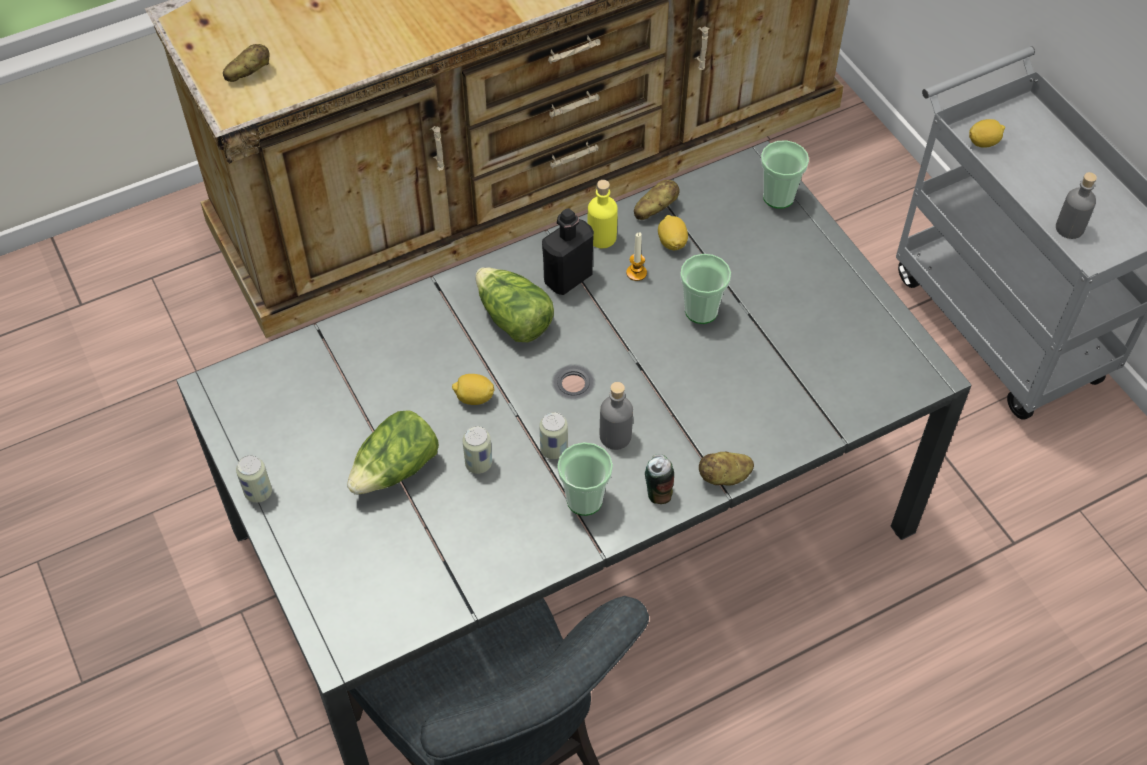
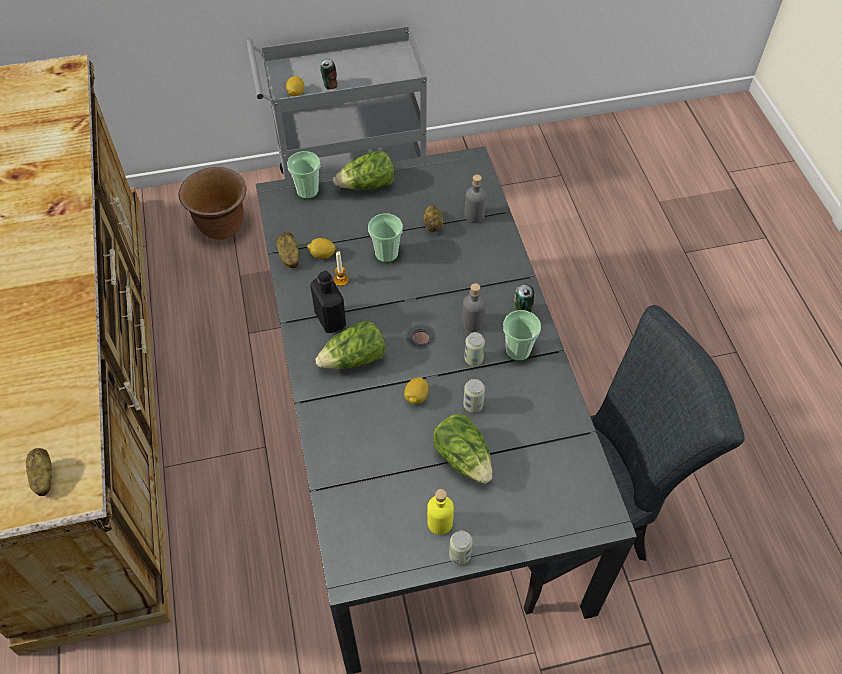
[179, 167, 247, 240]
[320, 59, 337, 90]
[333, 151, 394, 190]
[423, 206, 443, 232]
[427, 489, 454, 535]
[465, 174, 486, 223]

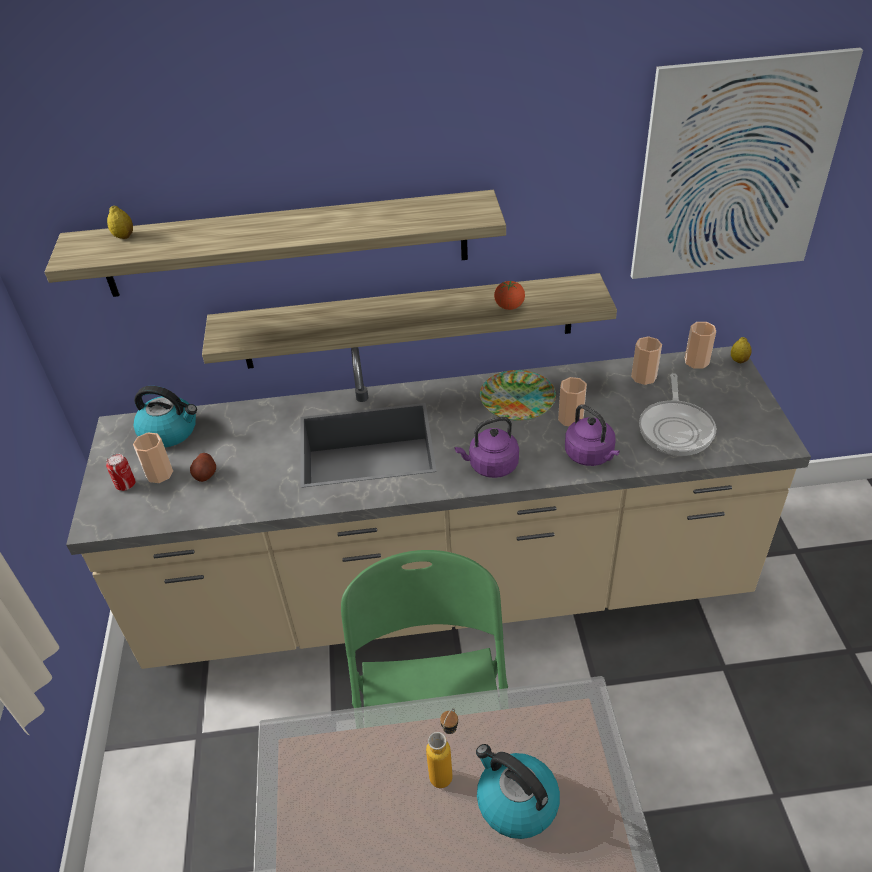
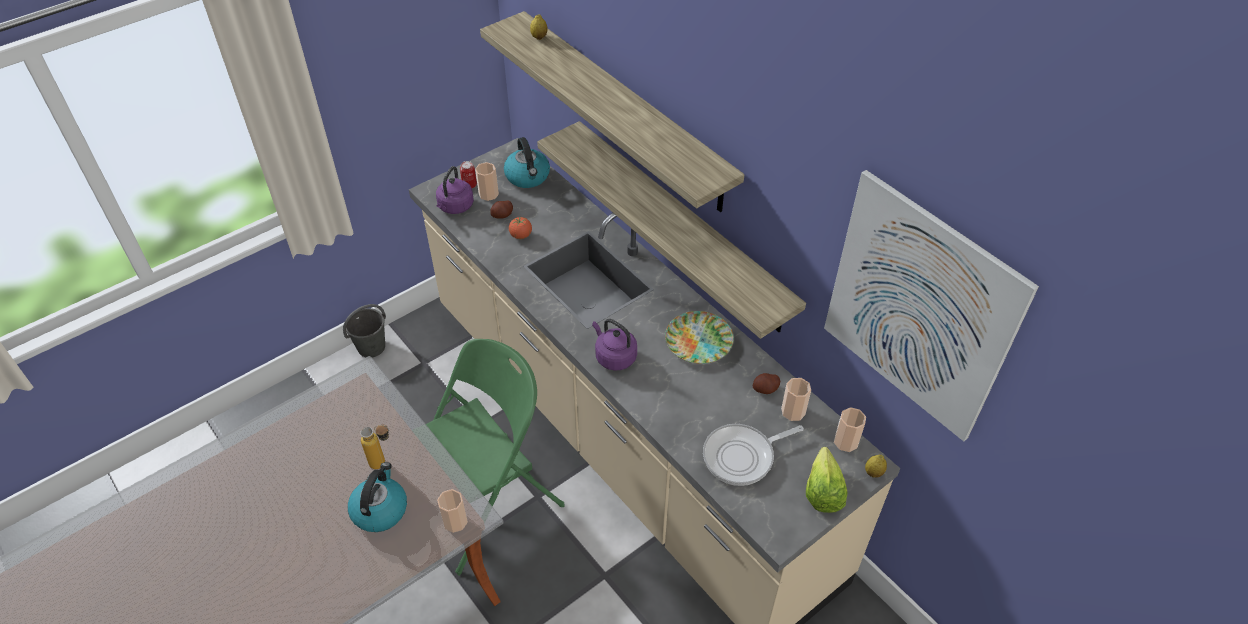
[343, 304, 386, 357]
[436, 166, 474, 214]
[437, 489, 468, 533]
[509, 217, 532, 239]
[753, 373, 780, 394]
[806, 447, 847, 513]

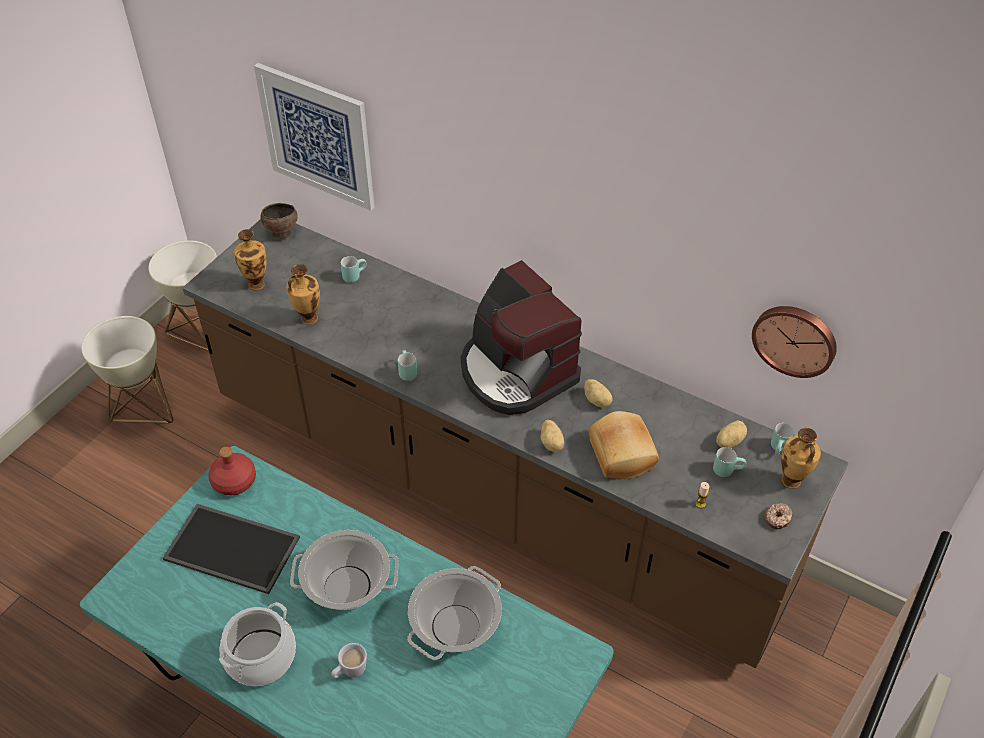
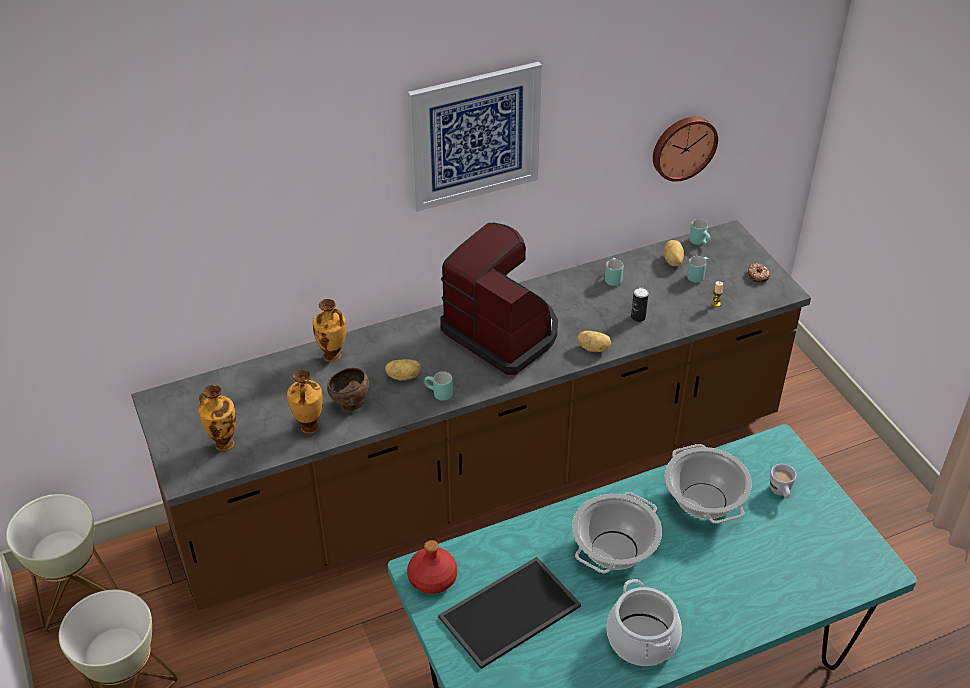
[313, 299, 346, 362]
[327, 368, 369, 411]
[385, 359, 420, 380]
[408, 62, 542, 212]
[440, 223, 558, 375]
[605, 258, 623, 286]
[631, 287, 649, 322]
[770, 464, 797, 499]

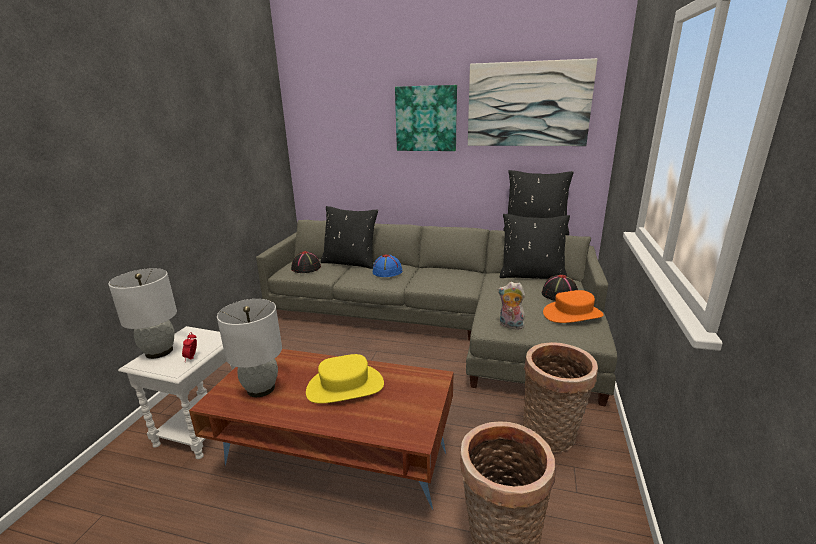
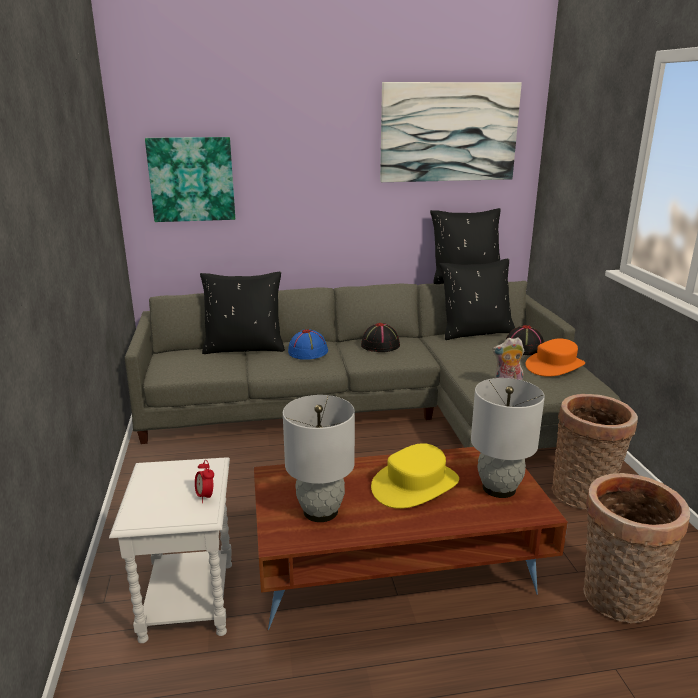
[145, 137, 235, 222]
[361, 323, 400, 352]
[471, 378, 545, 498]

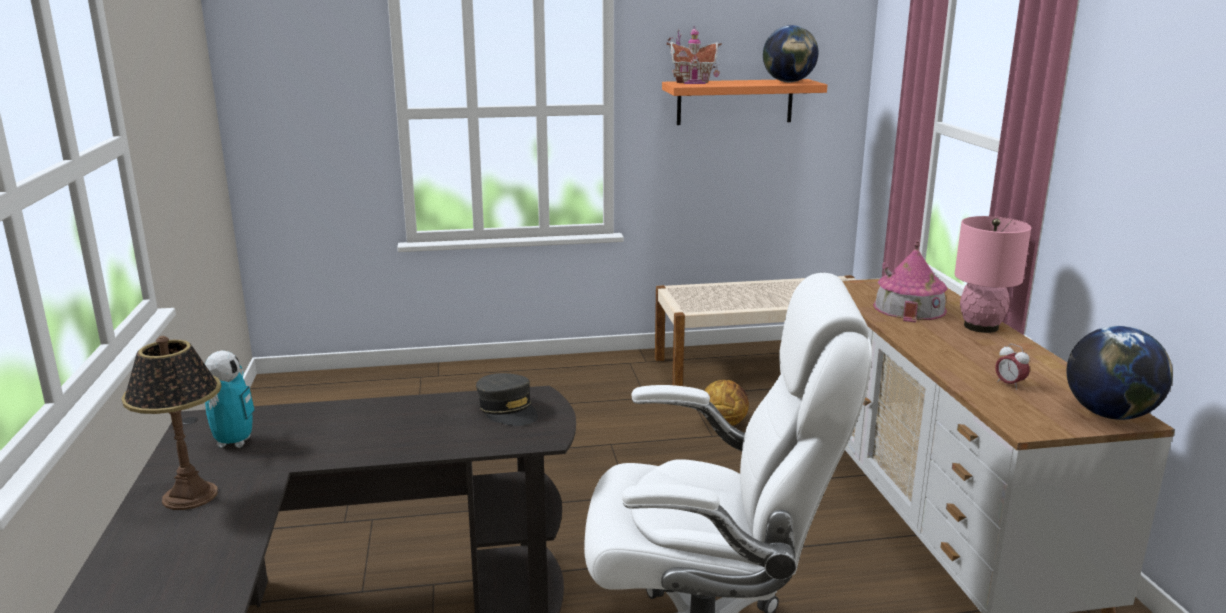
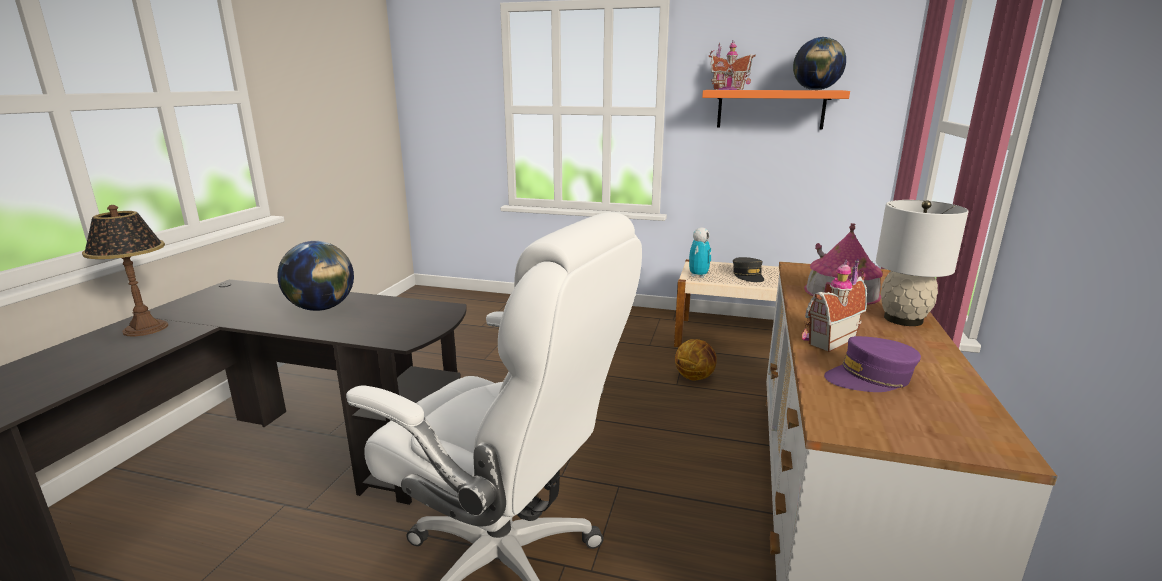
[277, 241, 354, 311]
[689, 227, 711, 278]
[733, 257, 764, 282]
[802, 259, 867, 352]
[824, 336, 921, 392]
[876, 200, 969, 326]

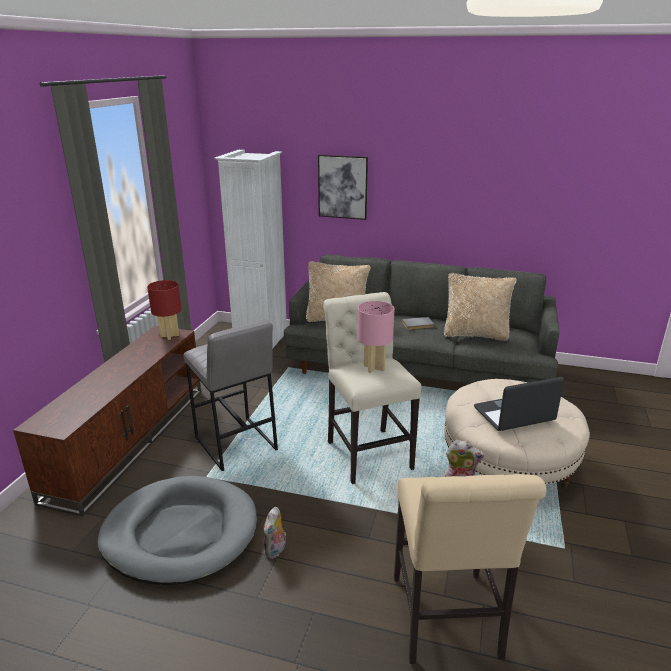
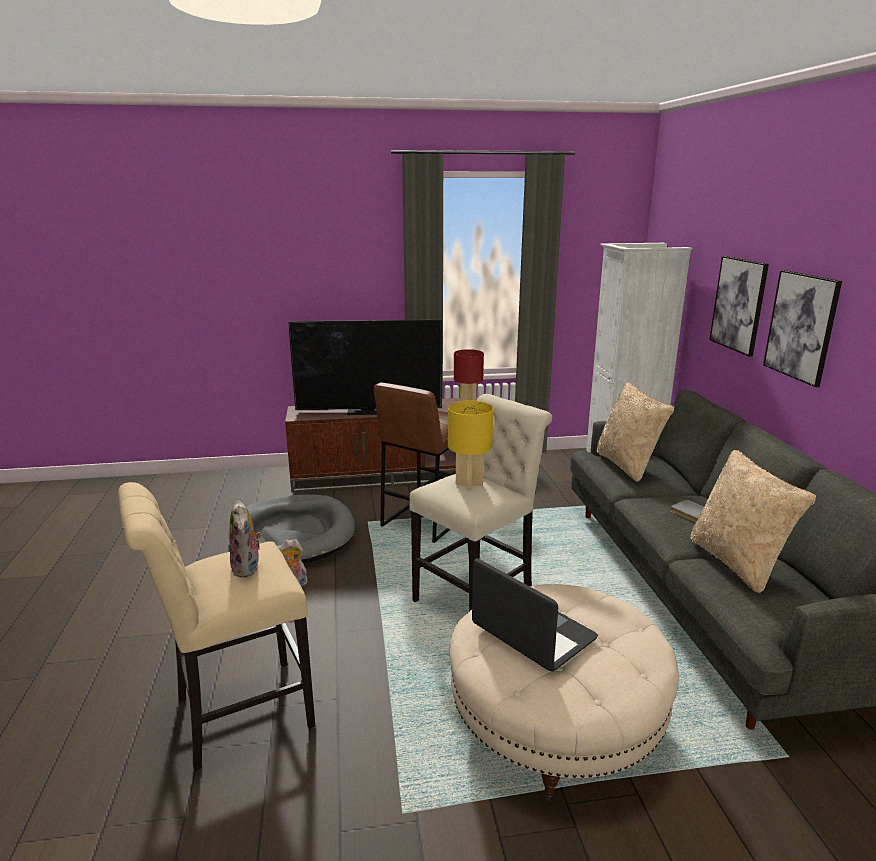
[288, 320, 442, 415]
[374, 383, 454, 543]
[448, 401, 494, 491]
[763, 270, 842, 387]

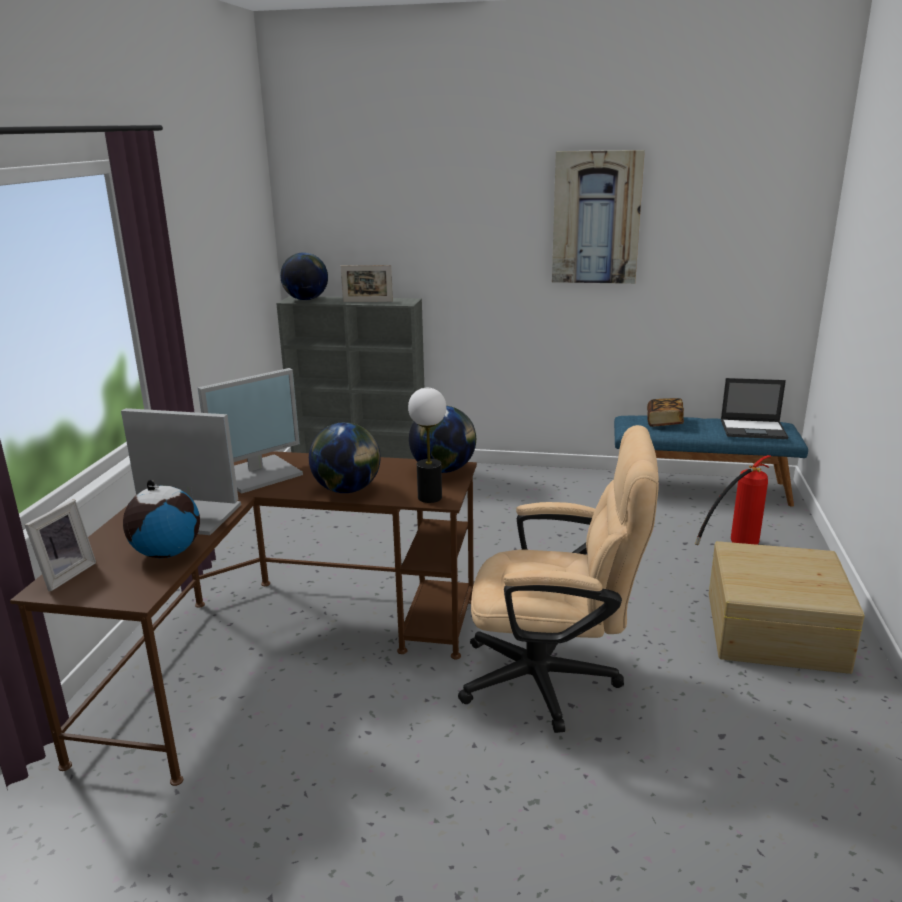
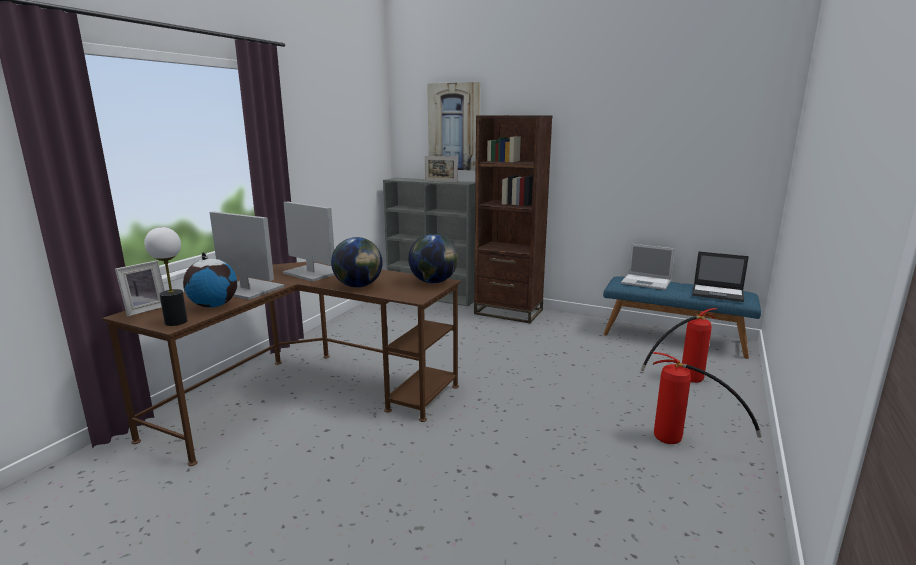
[144, 227, 187, 326]
[283, 202, 335, 282]
[427, 82, 480, 171]
[474, 115, 552, 323]
[621, 244, 675, 290]
[653, 352, 762, 444]
[280, 252, 328, 300] (first image)
[458, 425, 659, 733] (first image)

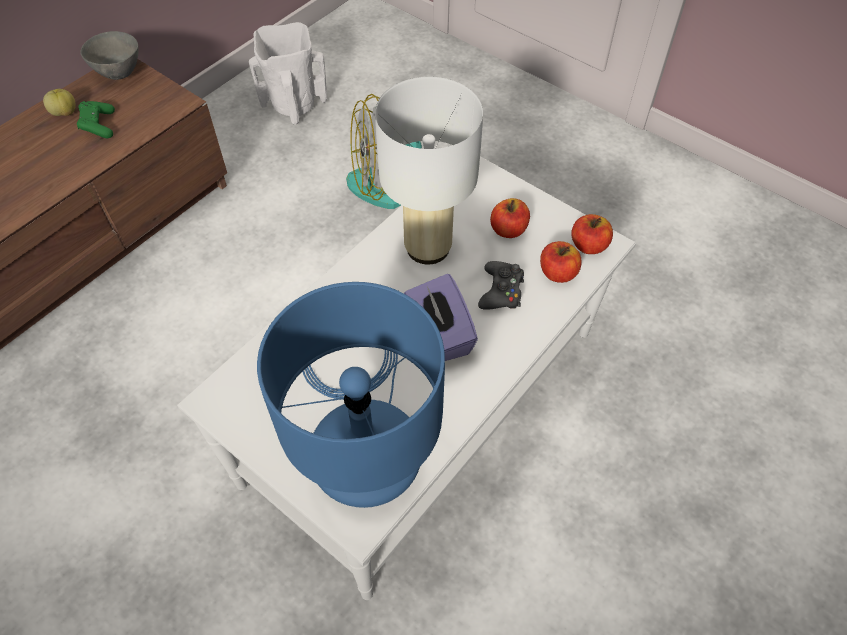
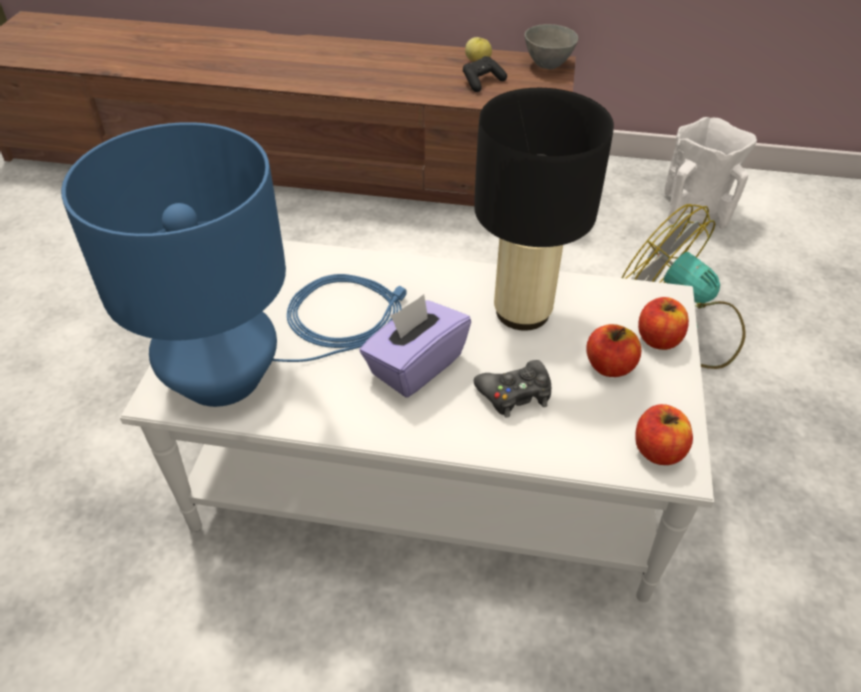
[463, 56, 507, 92]
[474, 88, 614, 331]
[638, 297, 689, 350]

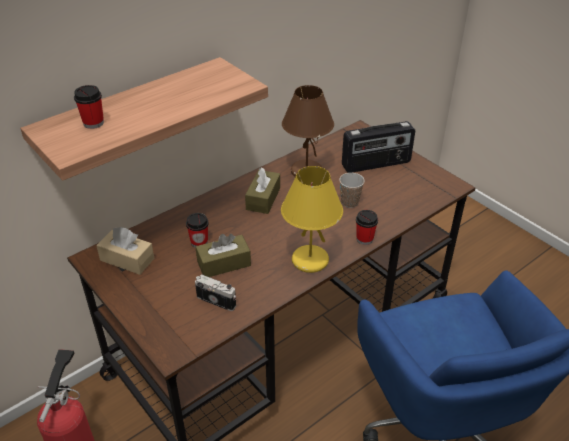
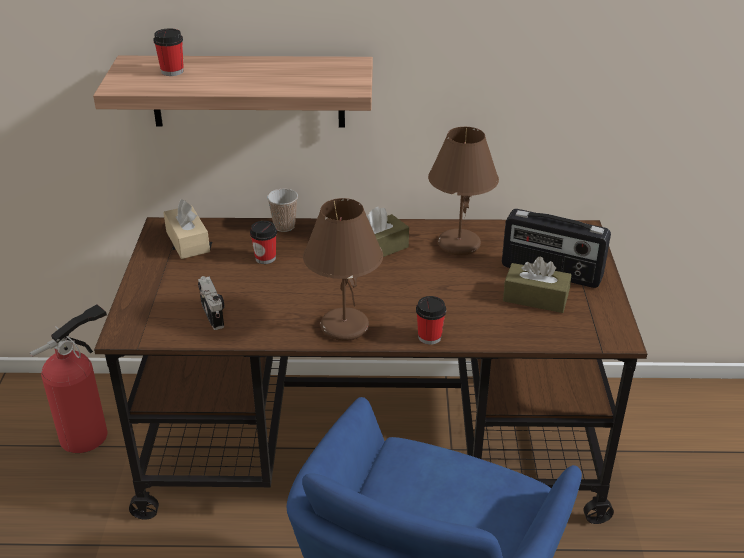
[267, 189, 298, 232]
[303, 198, 383, 341]
[503, 257, 571, 313]

